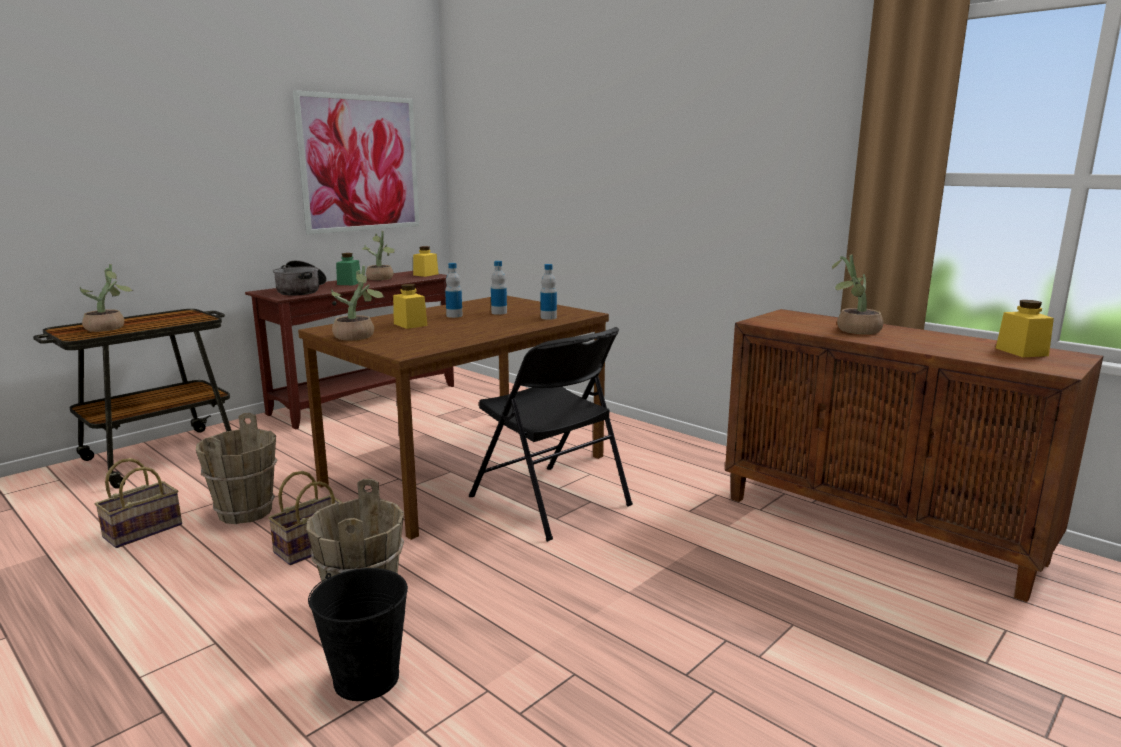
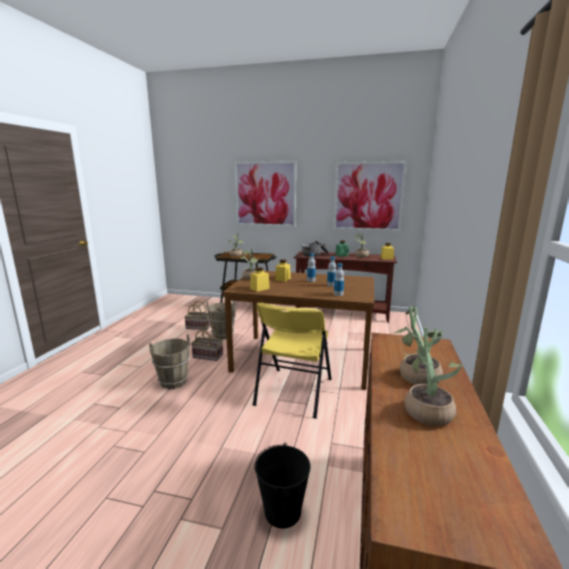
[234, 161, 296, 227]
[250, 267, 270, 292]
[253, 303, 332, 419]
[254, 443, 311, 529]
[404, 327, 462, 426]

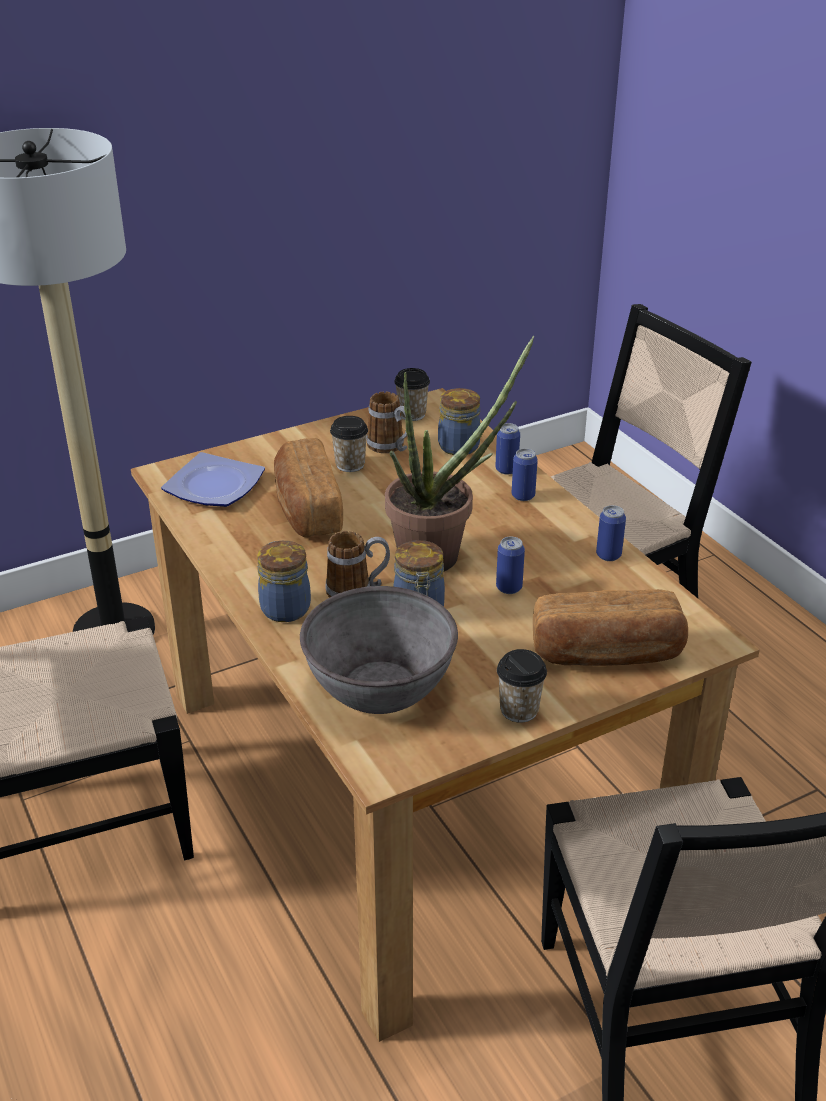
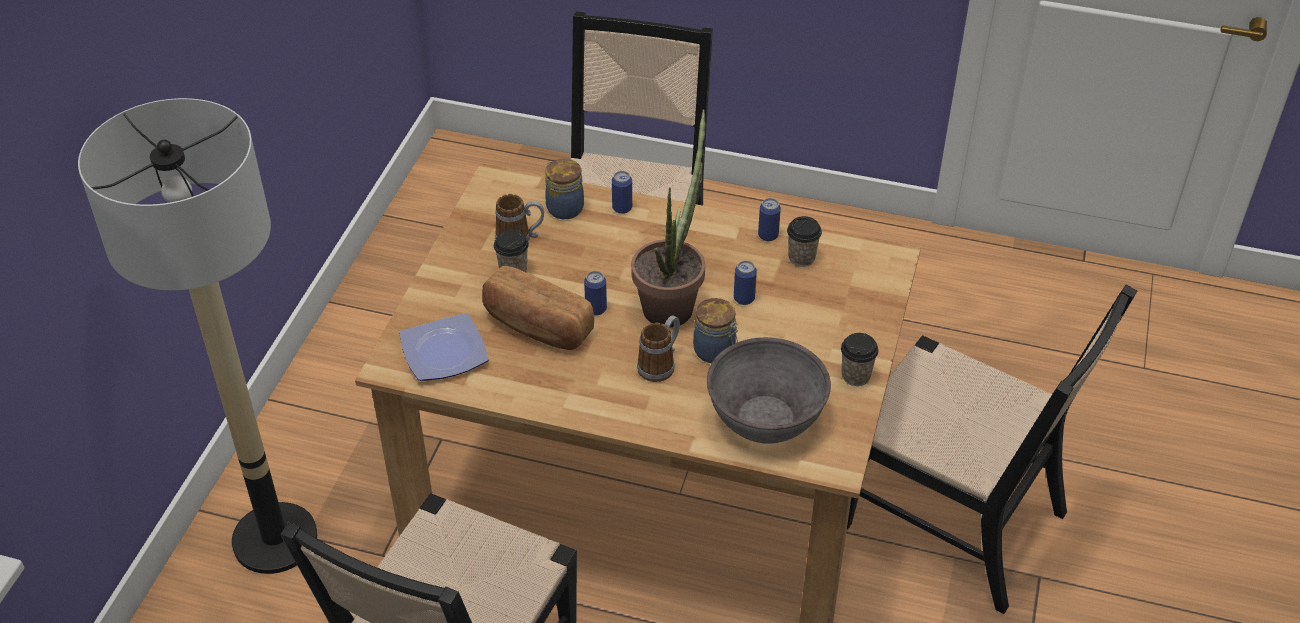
[584, 271, 607, 316]
[787, 216, 822, 267]
[257, 541, 311, 622] (first image)
[533, 589, 688, 666] (first image)

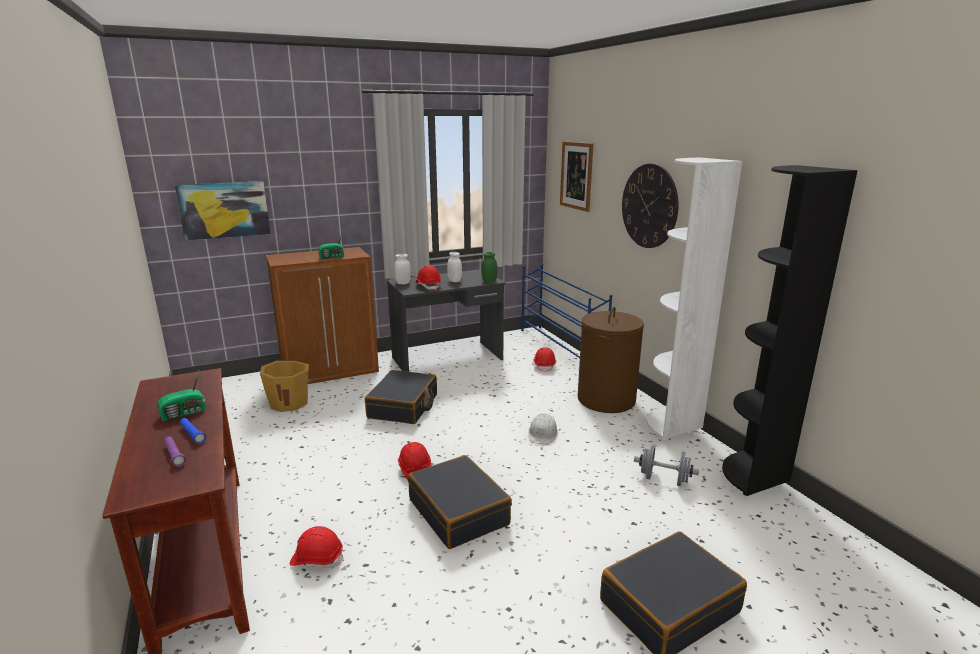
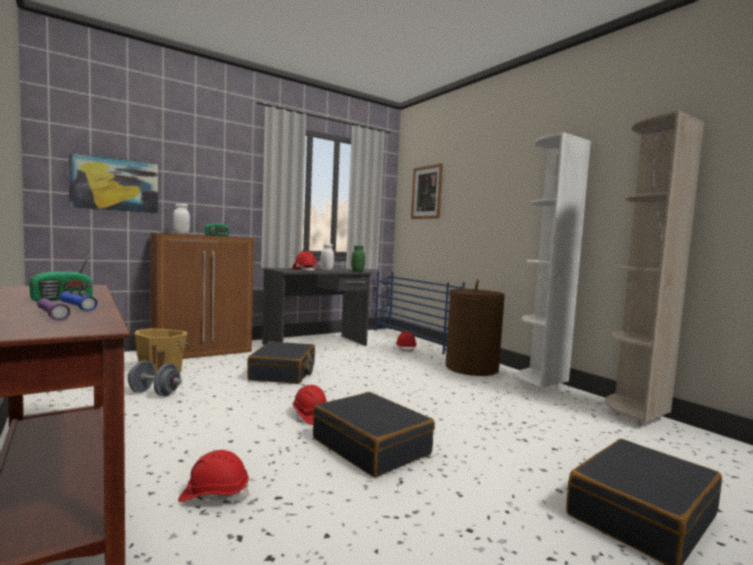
[127, 360, 182, 396]
[173, 204, 190, 234]
[605, 110, 704, 426]
[528, 413, 558, 445] (first image)
[622, 164, 679, 248] (first image)

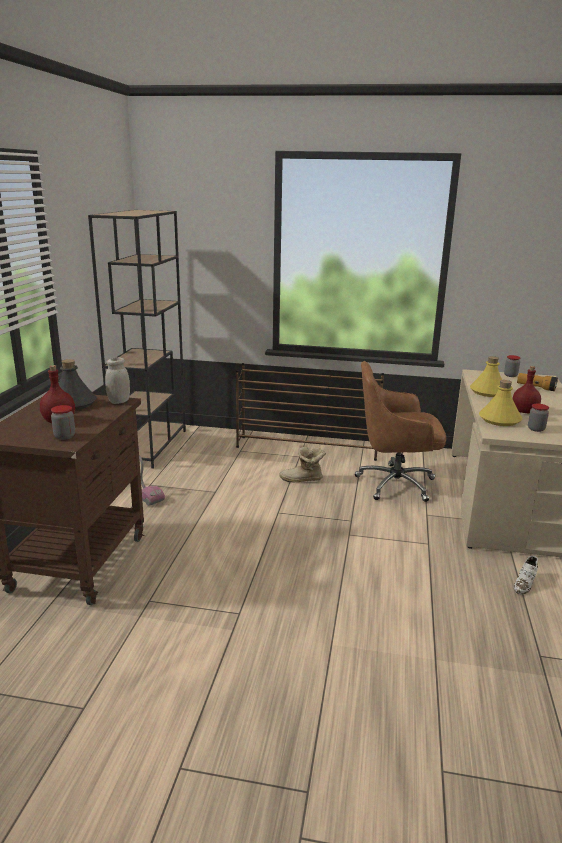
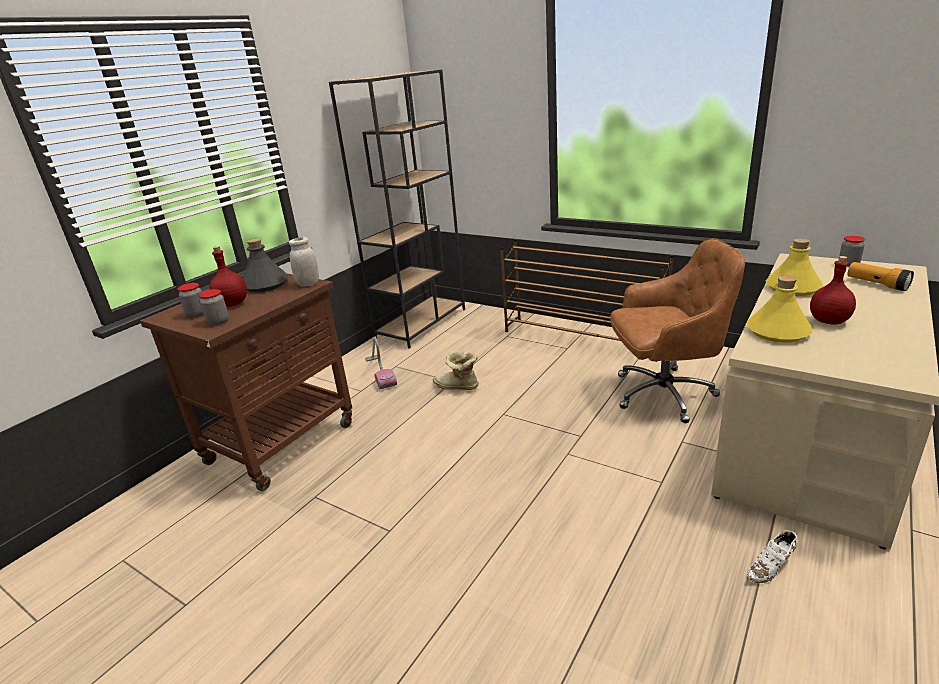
[178, 283, 204, 318]
[433, 350, 479, 390]
[610, 238, 745, 423]

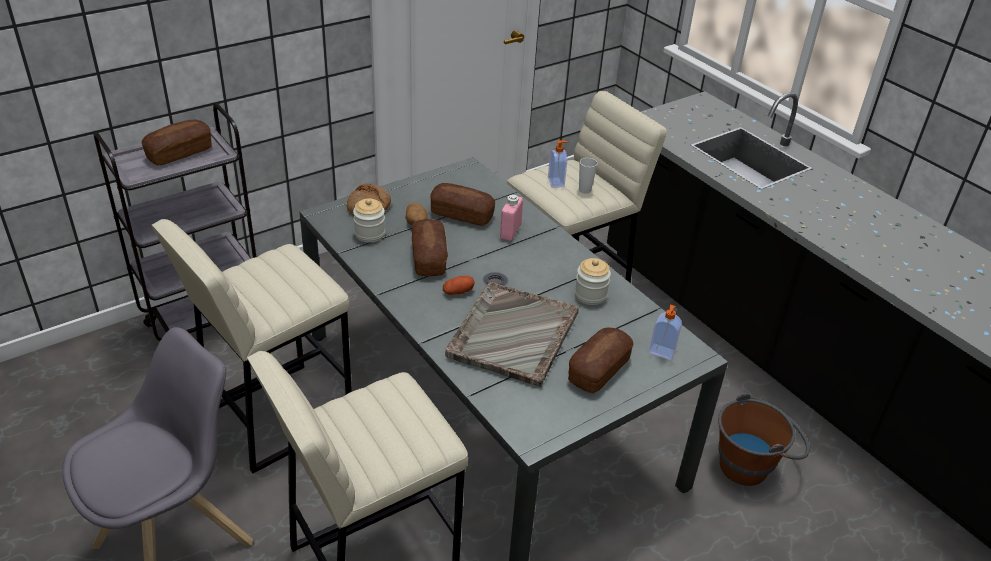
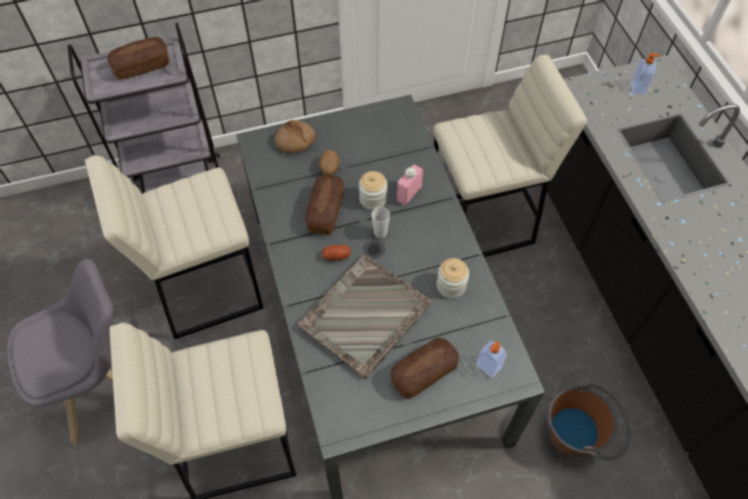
[359, 171, 387, 210]
[371, 207, 390, 238]
[631, 53, 660, 95]
[430, 183, 495, 226] (first image)

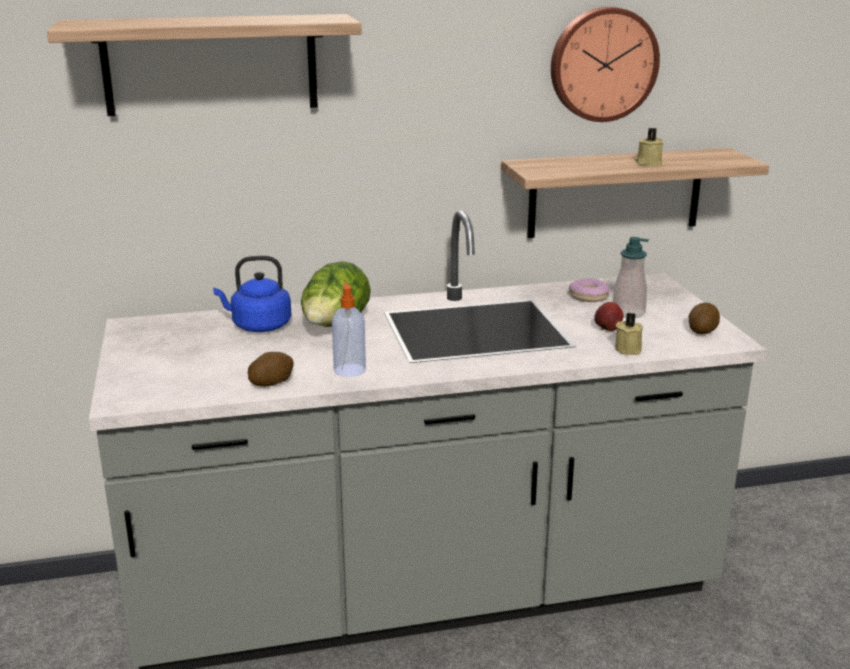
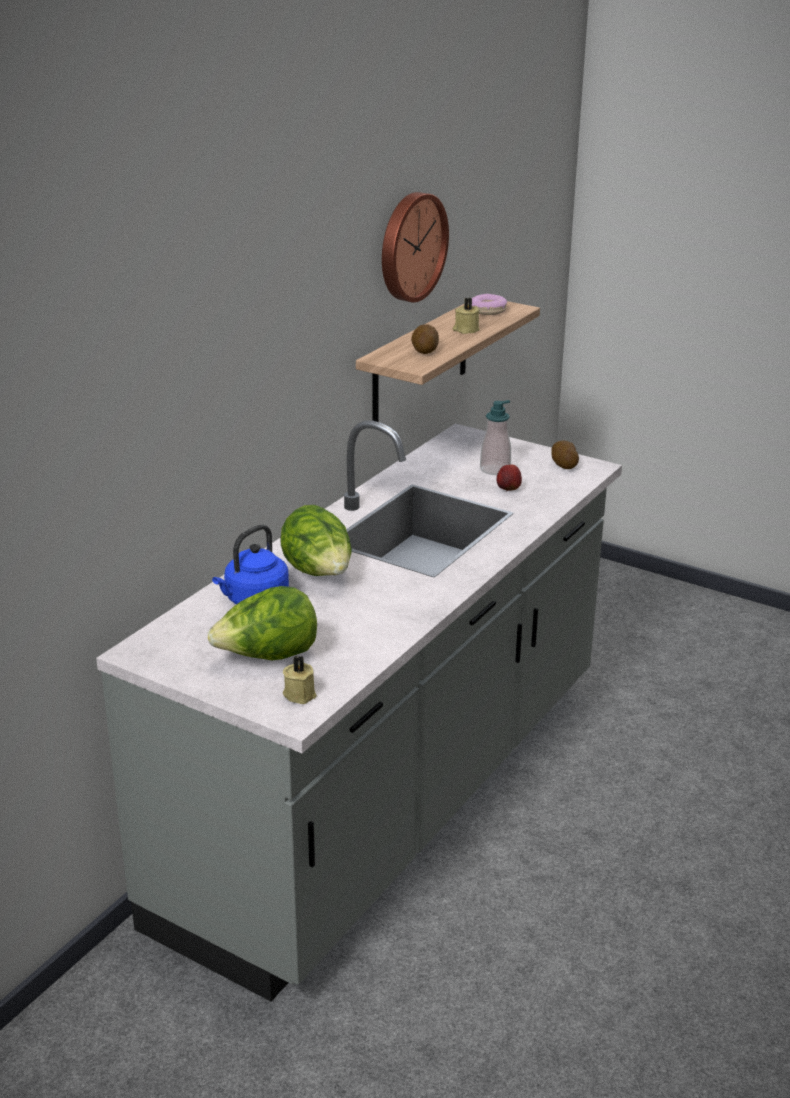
[208, 586, 317, 660]
[283, 656, 317, 704]
[411, 324, 439, 354]
[472, 294, 507, 315]
[47, 14, 362, 116] (first image)
[332, 281, 366, 377] (first image)

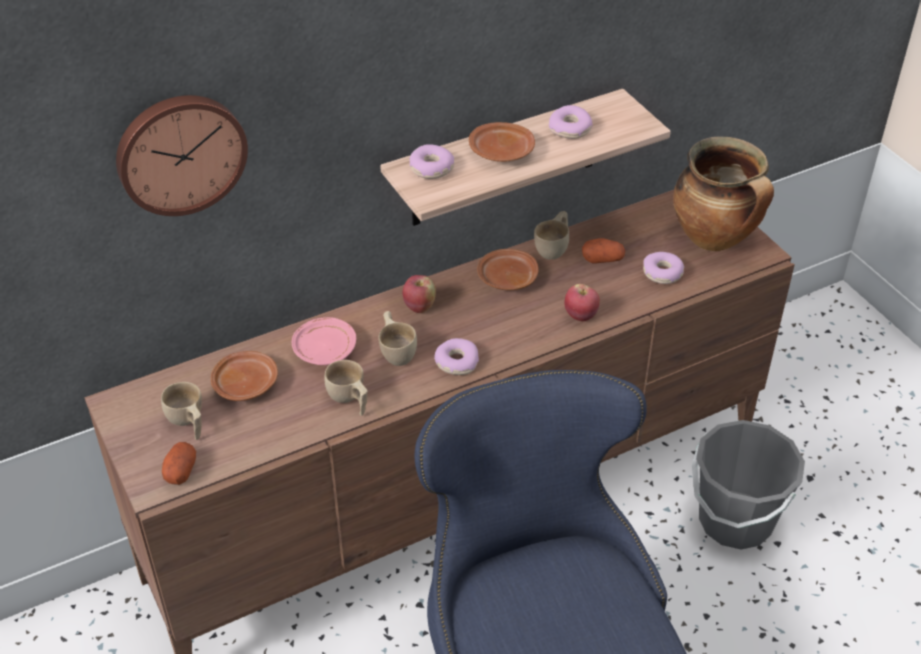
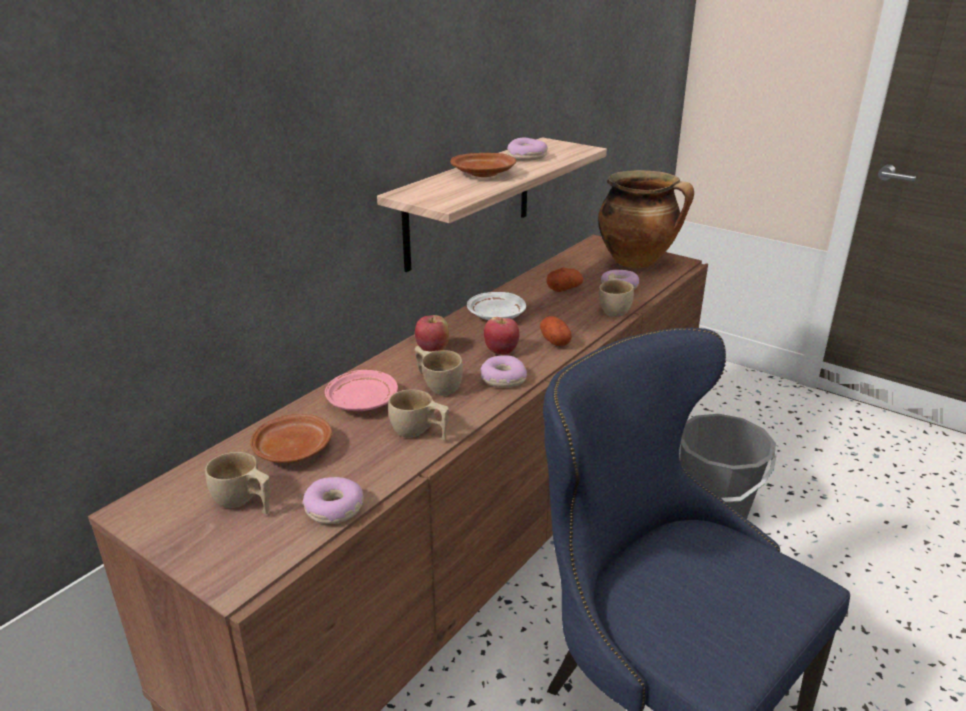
[302, 477, 364, 524]
[467, 292, 526, 320]
[484, 317, 519, 355]
[540, 316, 572, 346]
[599, 273, 634, 317]
[116, 95, 248, 216] (first image)

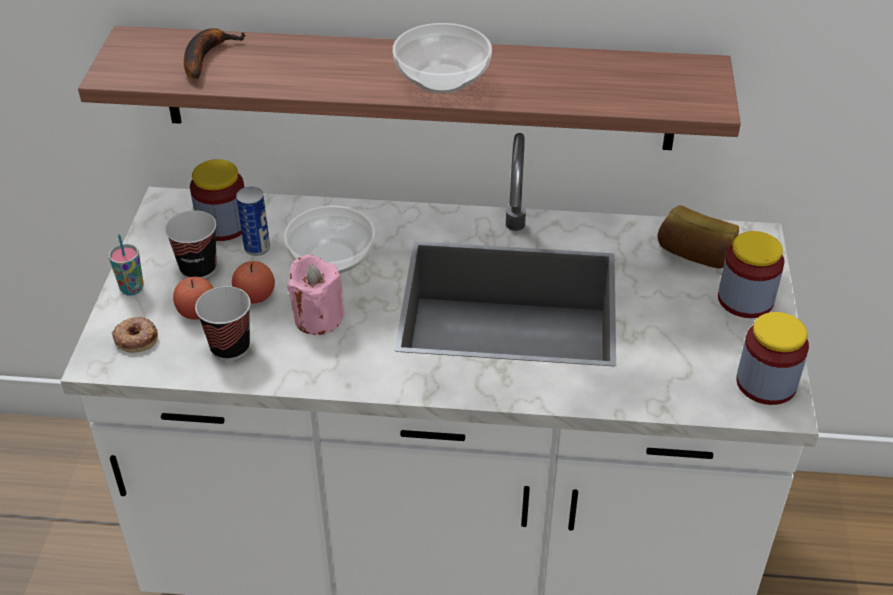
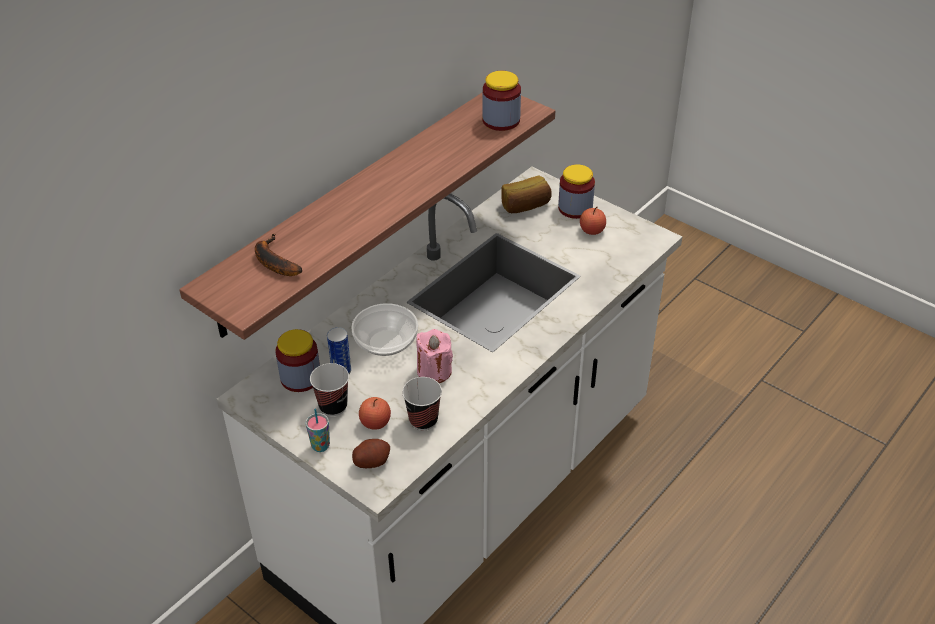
[352, 439, 390, 468]
[482, 71, 521, 131]
[580, 207, 606, 235]
[393, 23, 492, 94] (first image)

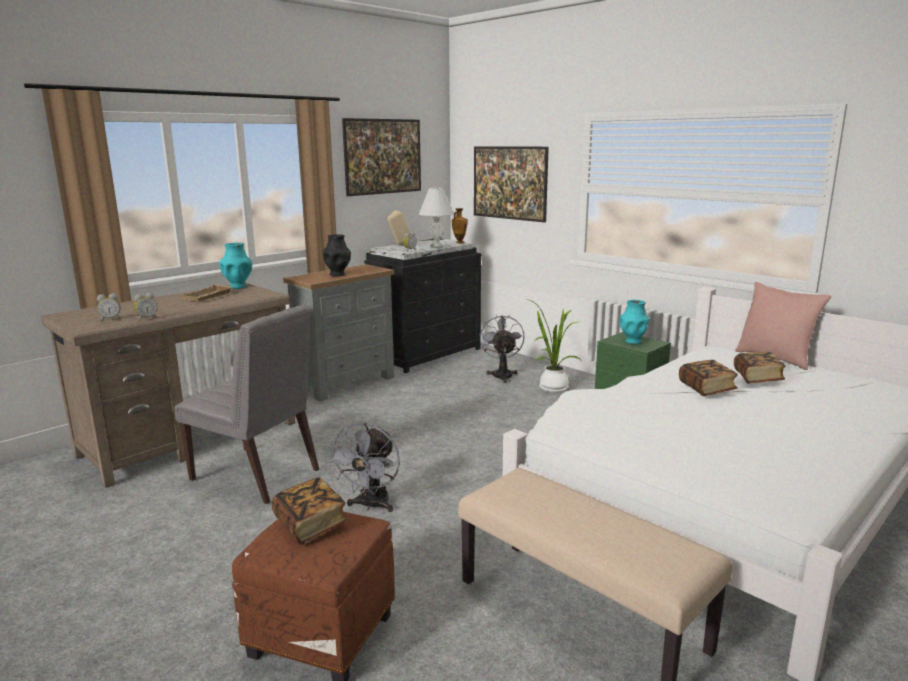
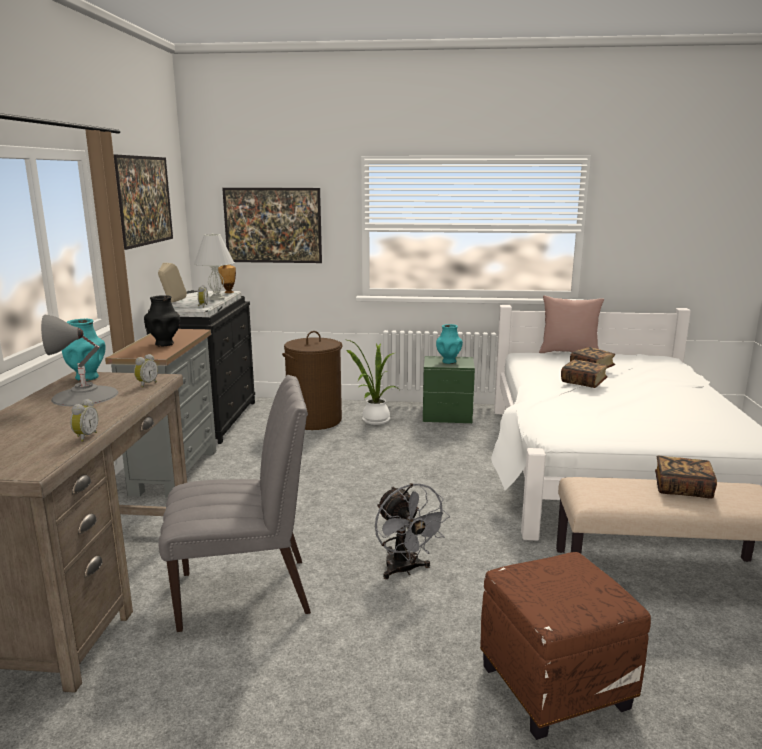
[41, 314, 118, 406]
[134, 354, 158, 387]
[282, 331, 342, 430]
[655, 455, 717, 499]

